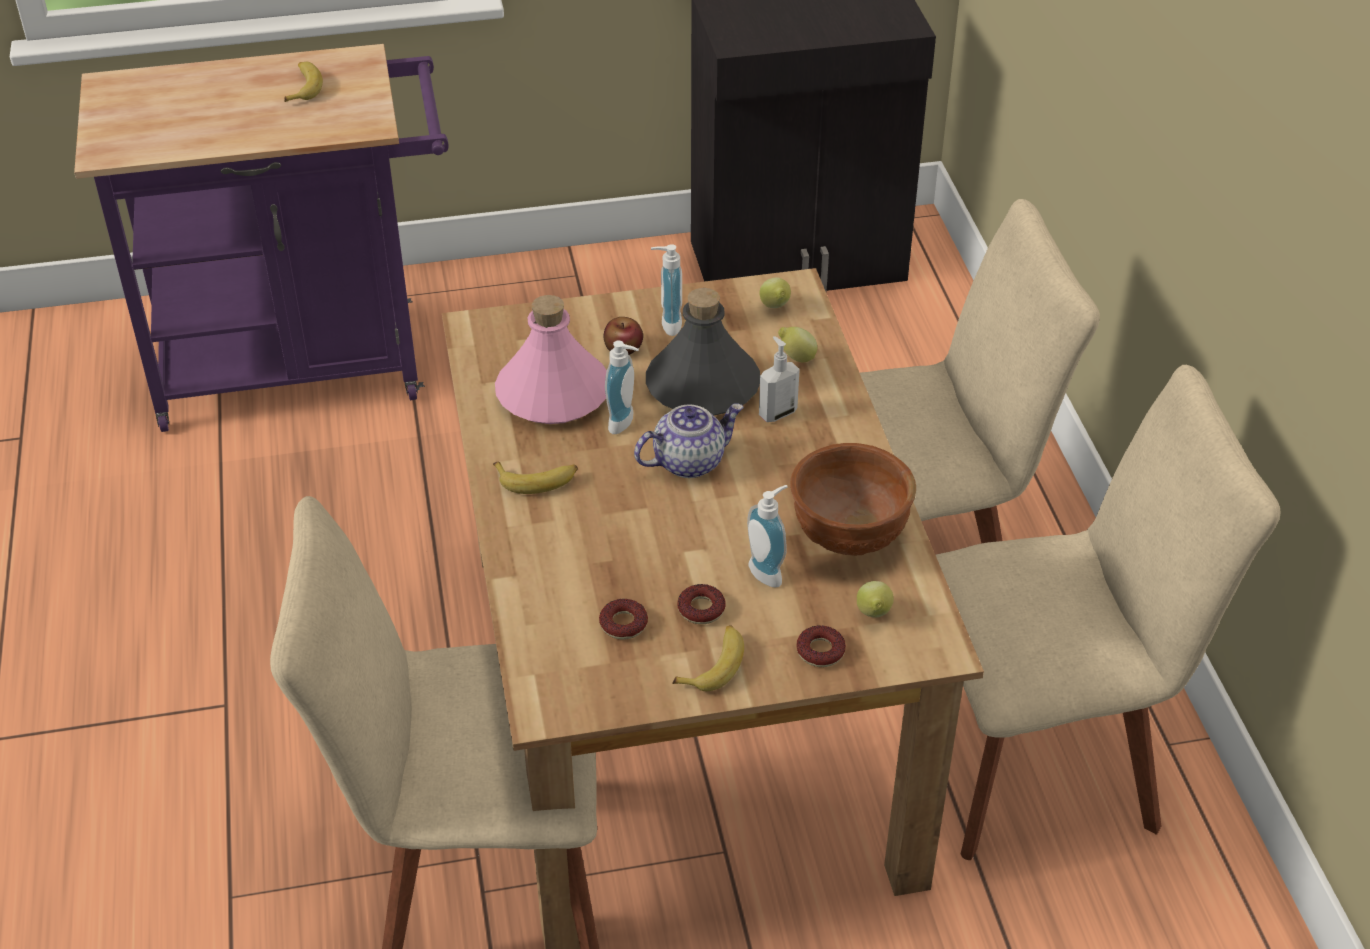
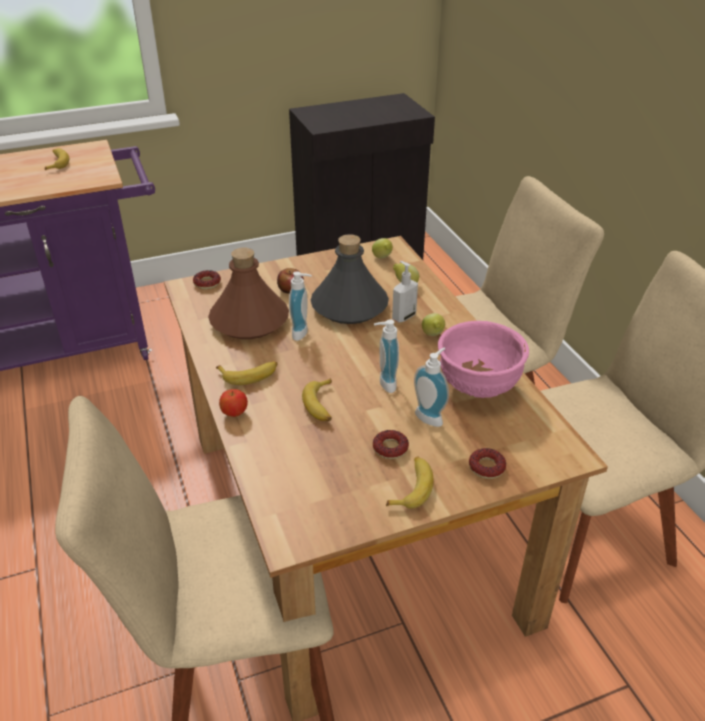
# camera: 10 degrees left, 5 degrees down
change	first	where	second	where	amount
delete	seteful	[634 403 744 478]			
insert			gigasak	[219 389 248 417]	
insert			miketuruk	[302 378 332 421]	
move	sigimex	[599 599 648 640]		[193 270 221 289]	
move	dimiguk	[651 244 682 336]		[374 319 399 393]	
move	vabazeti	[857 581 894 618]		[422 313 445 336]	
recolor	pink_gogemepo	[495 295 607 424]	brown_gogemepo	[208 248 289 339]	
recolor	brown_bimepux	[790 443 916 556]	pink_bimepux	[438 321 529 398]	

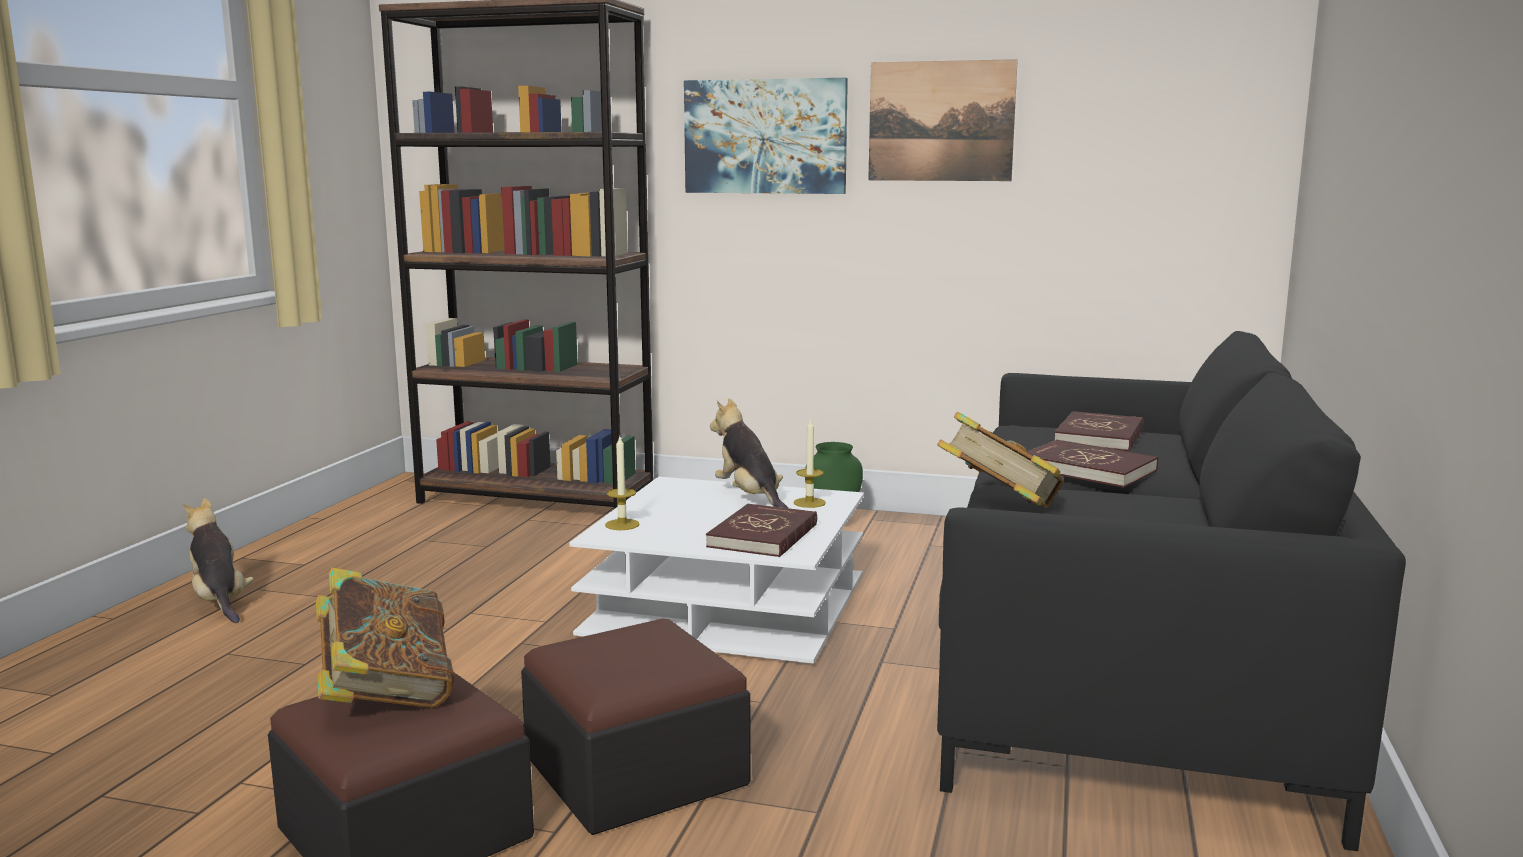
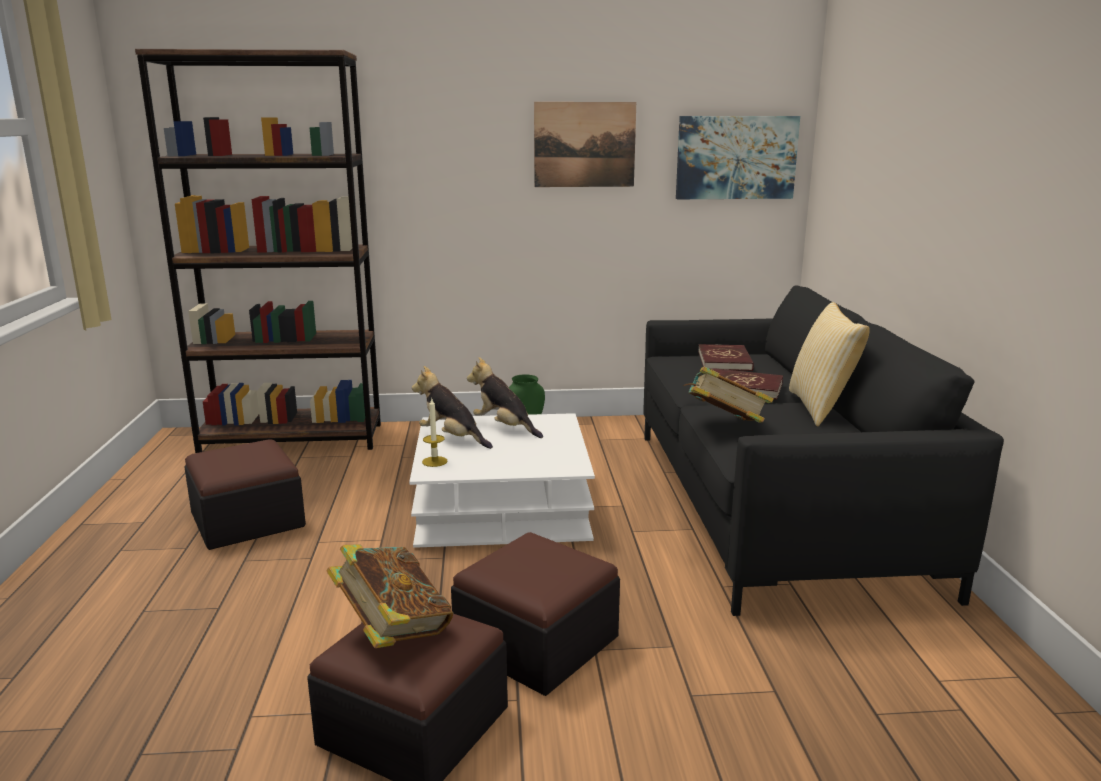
# camera: 20 degrees left, 5 degrees up
change	first	where	second	where	amount
delete	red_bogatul	[706 504 817 557]			
delete	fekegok	[794 418 826 508]			
insert			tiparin	[184 439 306 550]	
insert			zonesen	[789 302 870 427]	
move	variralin	[183 498 254 623]		[412 366 493 449]	
move	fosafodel	[684 78 848 194]		[676 116 800 199]	

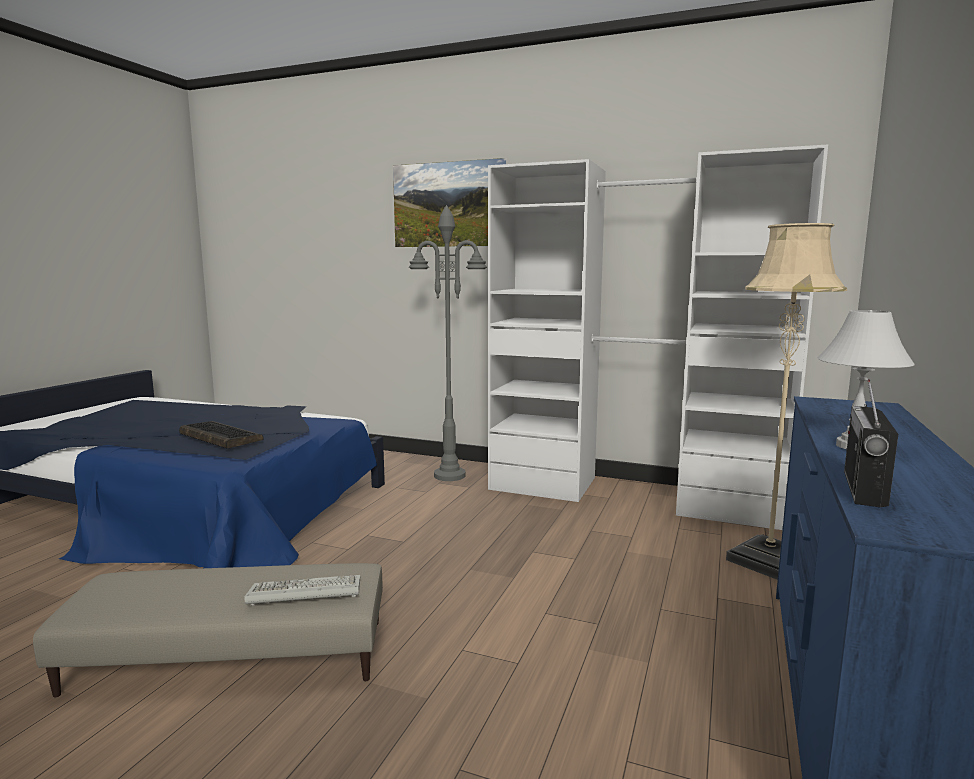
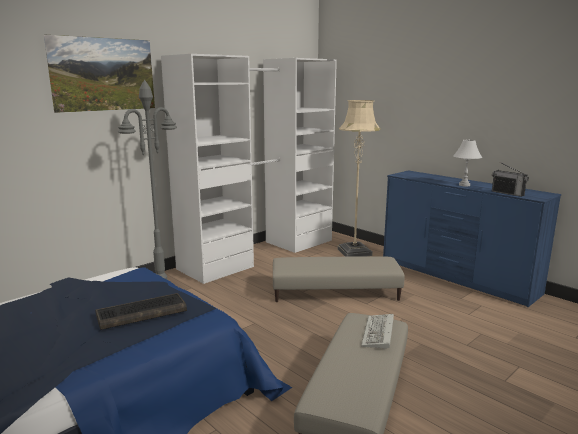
# camera: 65 degrees left, 5 degrees up
change	first	where	second	where	amount
insert			beige_tiparin	[273 256 405 302]	

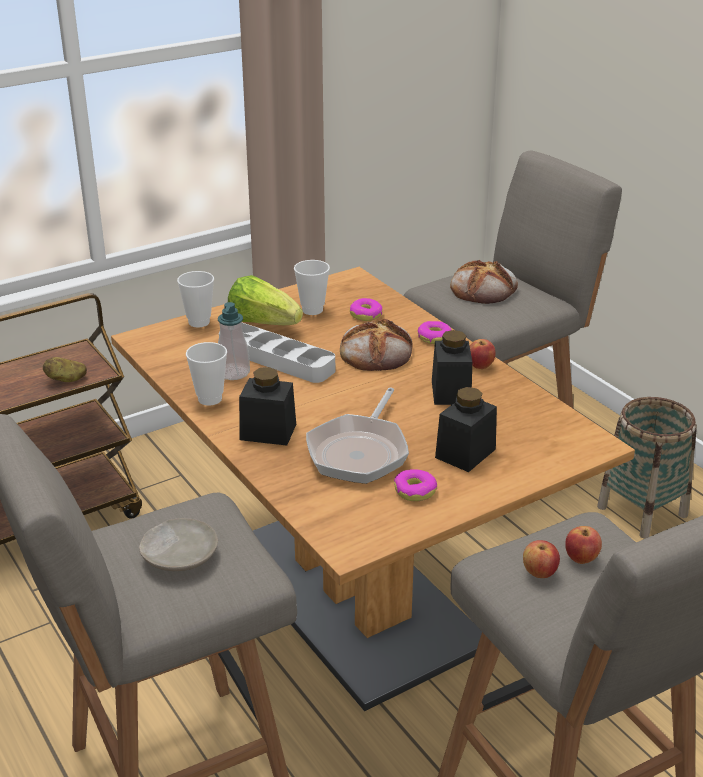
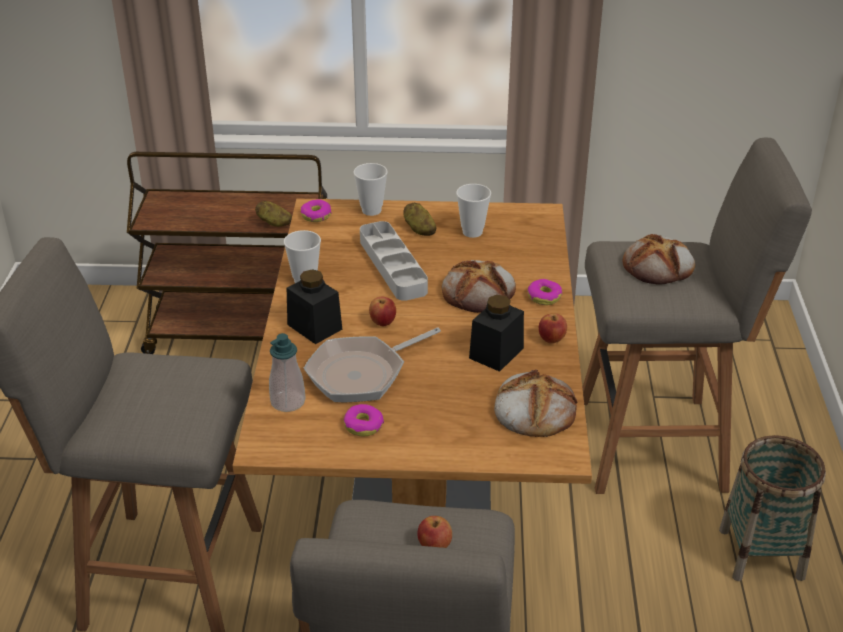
# camera: 35 degrees right, 5 degrees up
change	first	where	second	where	amount
delete	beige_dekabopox	[139 518 218 571]			
delete	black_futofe	[435 387 497 472]			
insert			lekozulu	[494 369 578 437]	
move	dimiguk	[218 302 250 380]		[269 333 306 412]	
move	sigimex	[350 298 383 321]		[301 199 332 222]	
move	gigasak	[523 540 560 578]		[369 297 396 326]	
replace	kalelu	[228 275 303 325]	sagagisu	[403 203 437 236]	

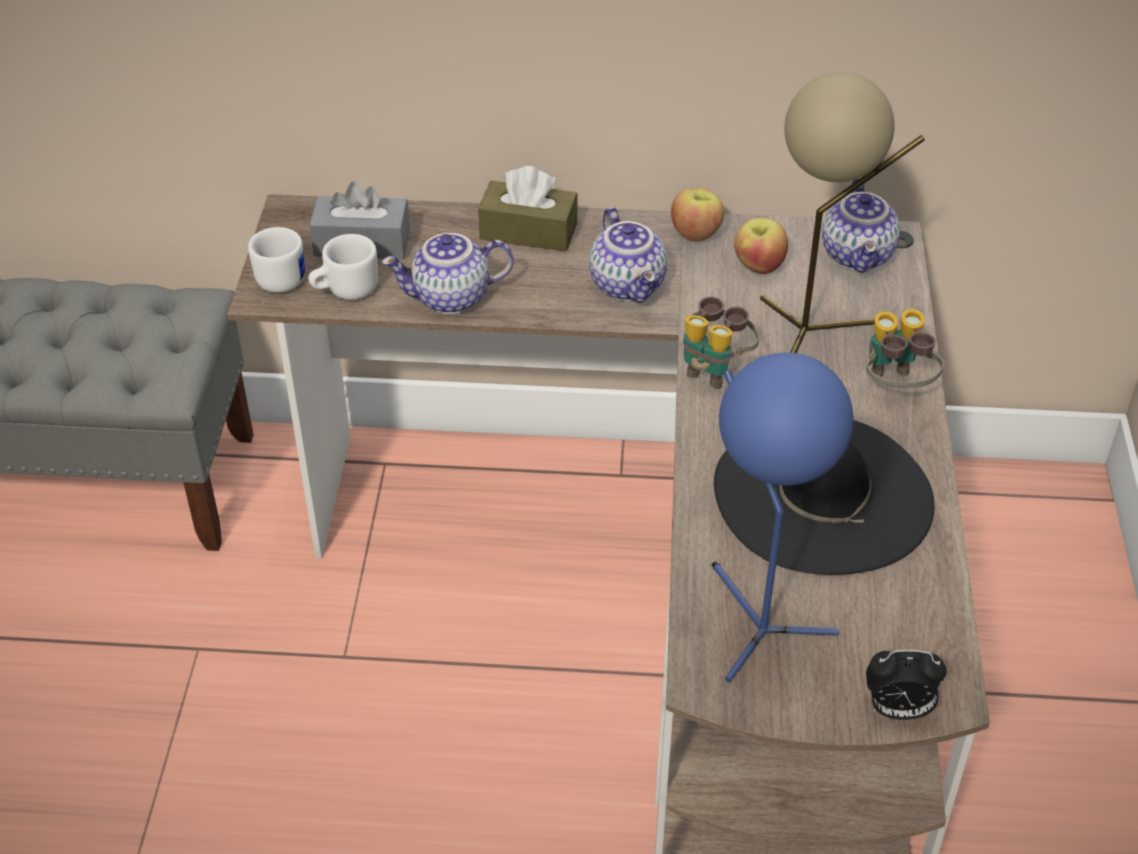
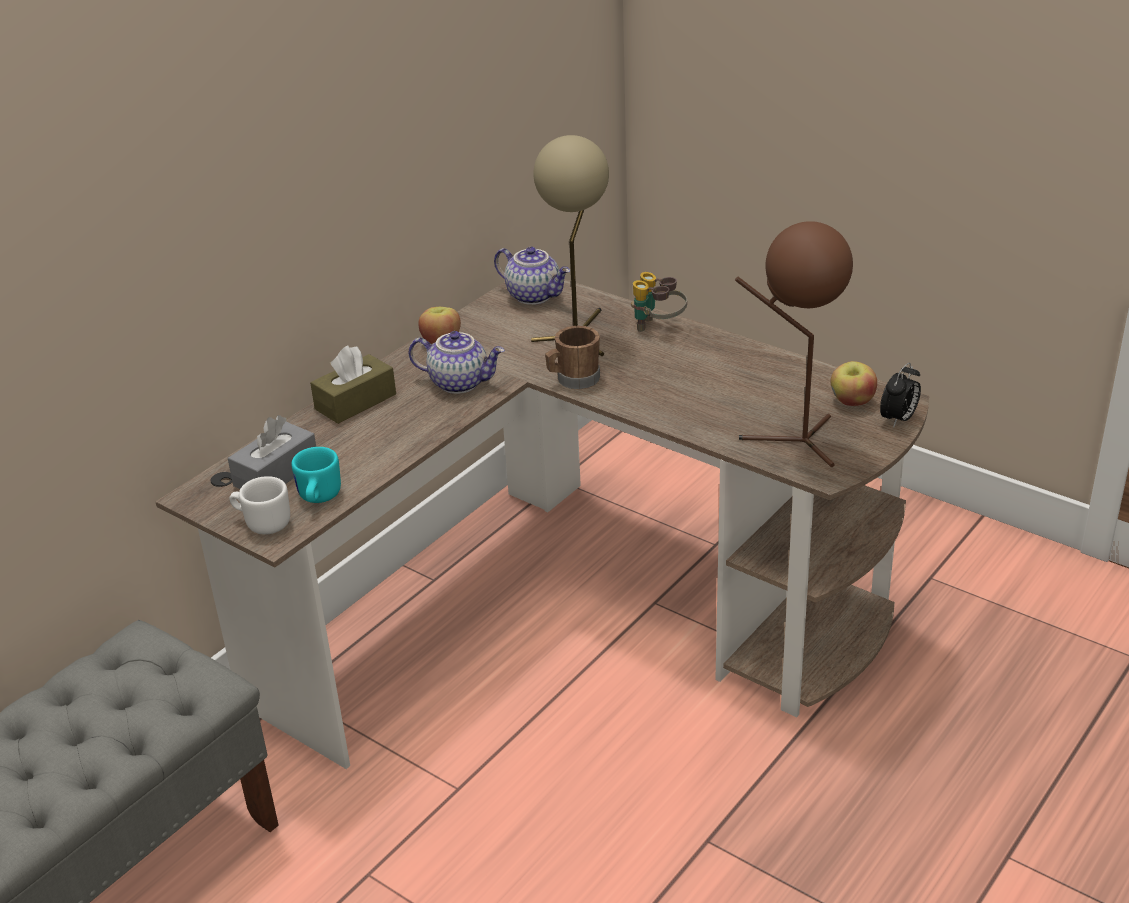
# camera: 55 degrees left, 10 degrees down
change	first	where	second	where	amount
delete	seteful	[382 233 514 314]			
delete	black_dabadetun	[714 420 935 575]			
move	gigasak	[734 218 788 274]		[831 361 877 406]	
replace	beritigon	[683 296 759 389]	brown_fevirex	[545 326 600 389]	
recolor	white_fevirex	[308 234 378 300]	turquoise_fevirex	[291 447 341 503]	
recolor	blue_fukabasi	[712 352 853 682]	brown_fukabasi	[735 221 853 467]	

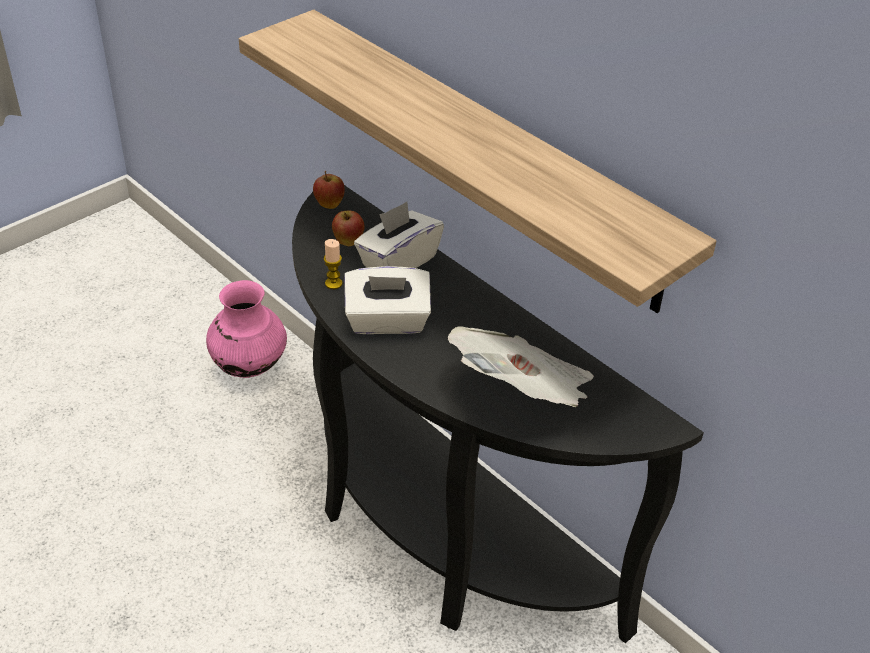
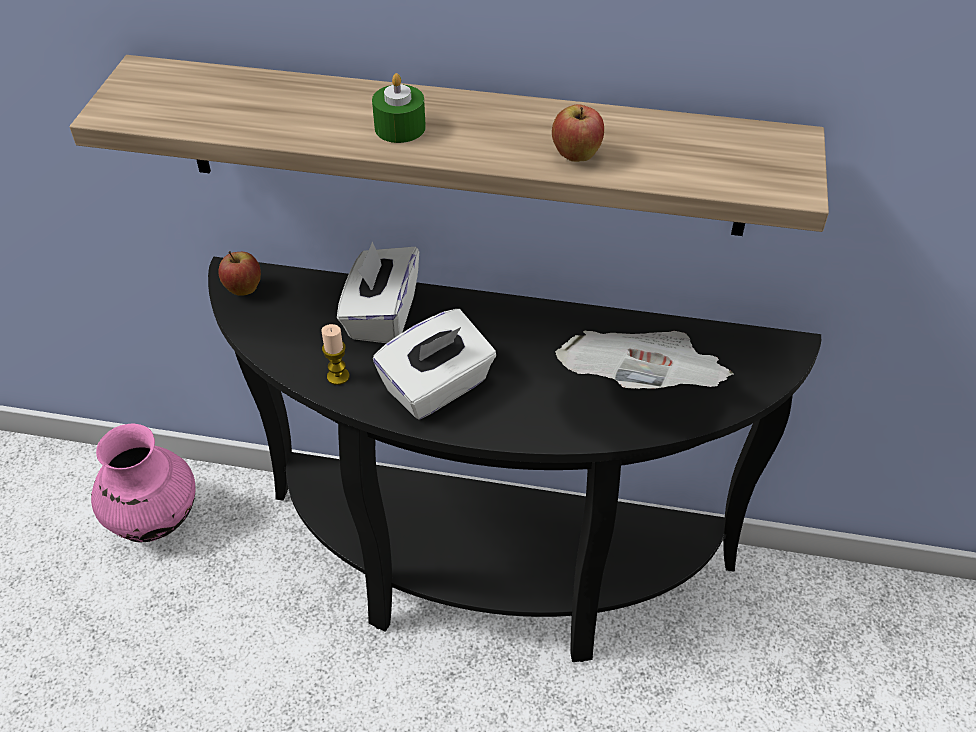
# camera: 35 degrees left, 5 degrees up
change	first	where	second	where	amount
insert			green_fekegok	[372 73 426 143]	
move	gigasak	[332 211 365 246]		[552 104 604 162]	

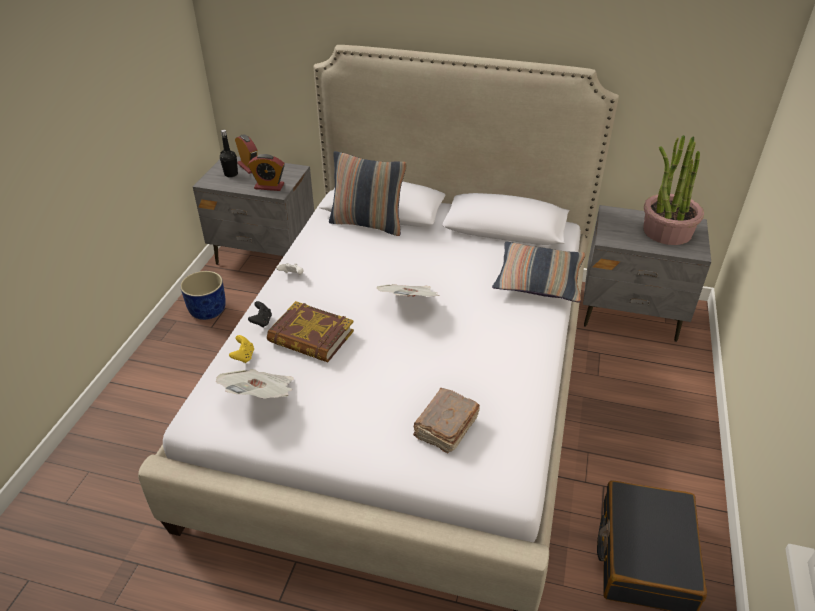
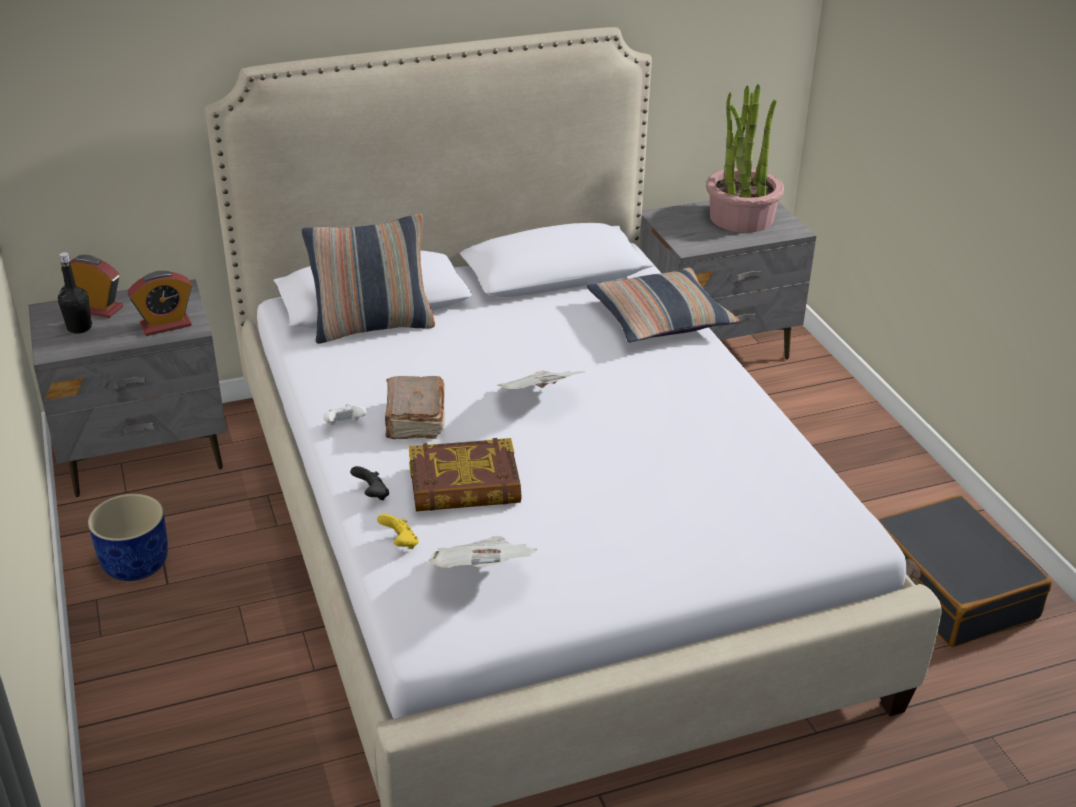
# camera: 35 degrees left, 5 degrees down
change	first	where	second	where	amount
move	brown_bogatul	[413 388 480 453]		[385 376 445 439]	

